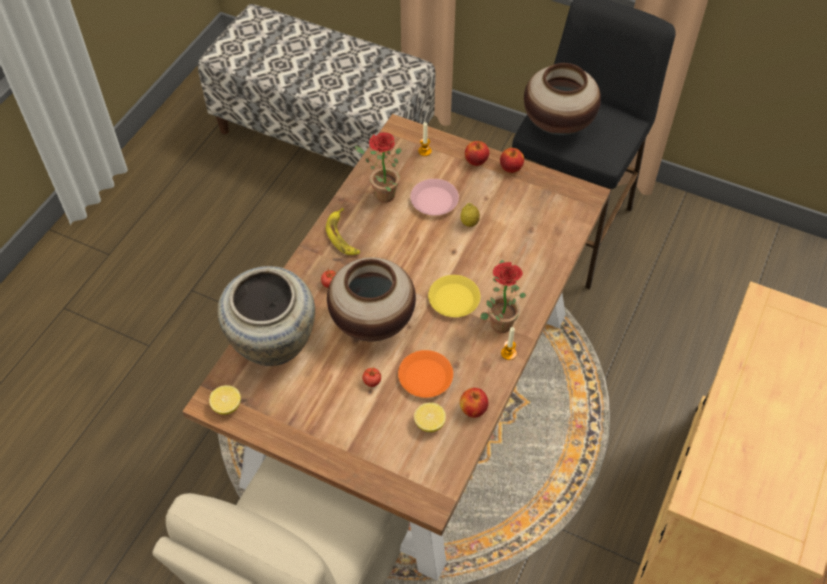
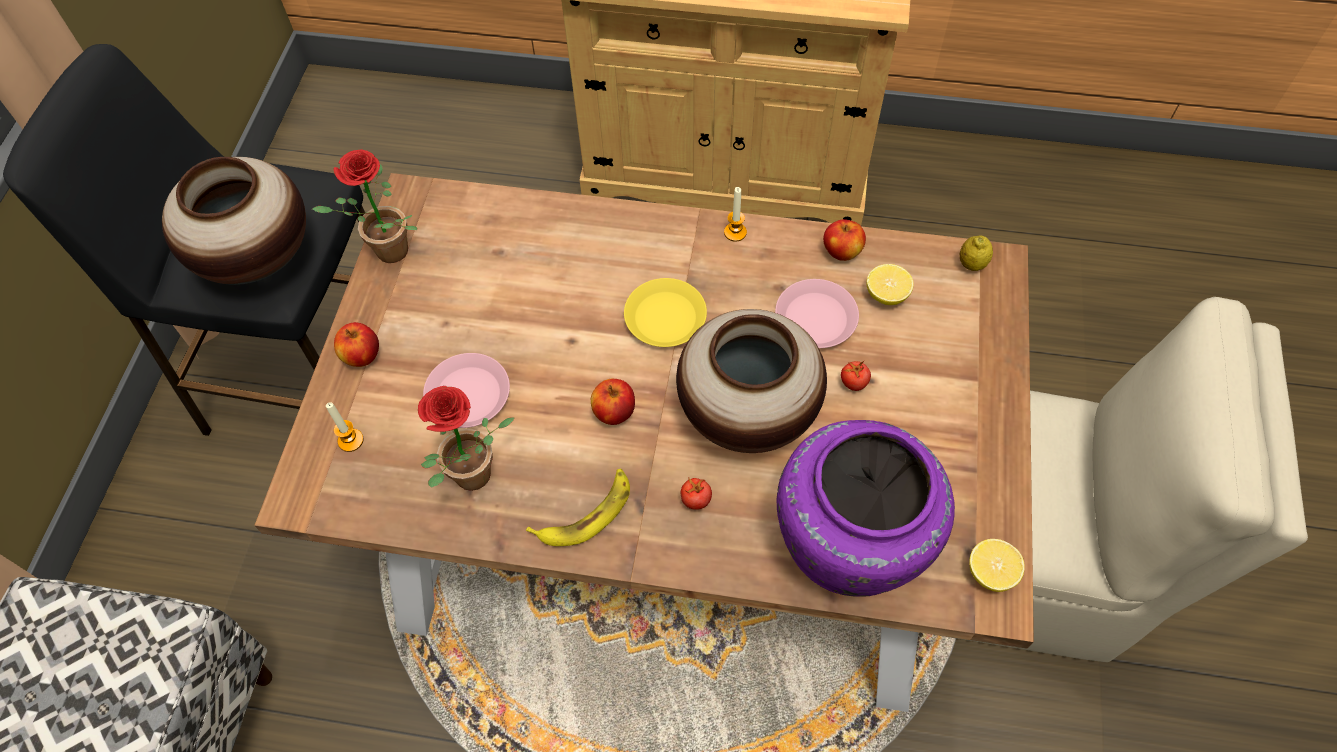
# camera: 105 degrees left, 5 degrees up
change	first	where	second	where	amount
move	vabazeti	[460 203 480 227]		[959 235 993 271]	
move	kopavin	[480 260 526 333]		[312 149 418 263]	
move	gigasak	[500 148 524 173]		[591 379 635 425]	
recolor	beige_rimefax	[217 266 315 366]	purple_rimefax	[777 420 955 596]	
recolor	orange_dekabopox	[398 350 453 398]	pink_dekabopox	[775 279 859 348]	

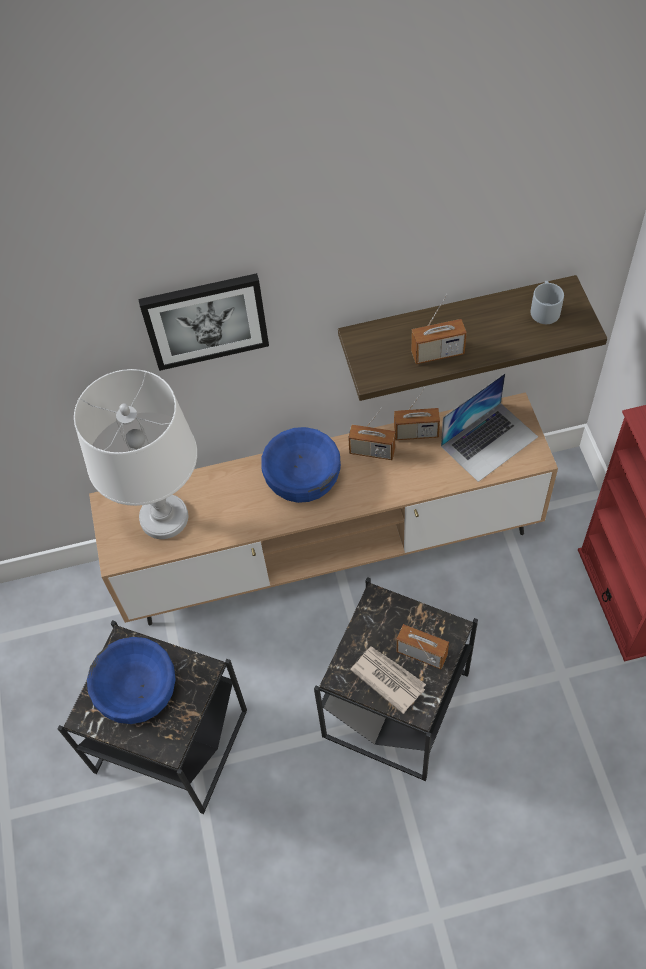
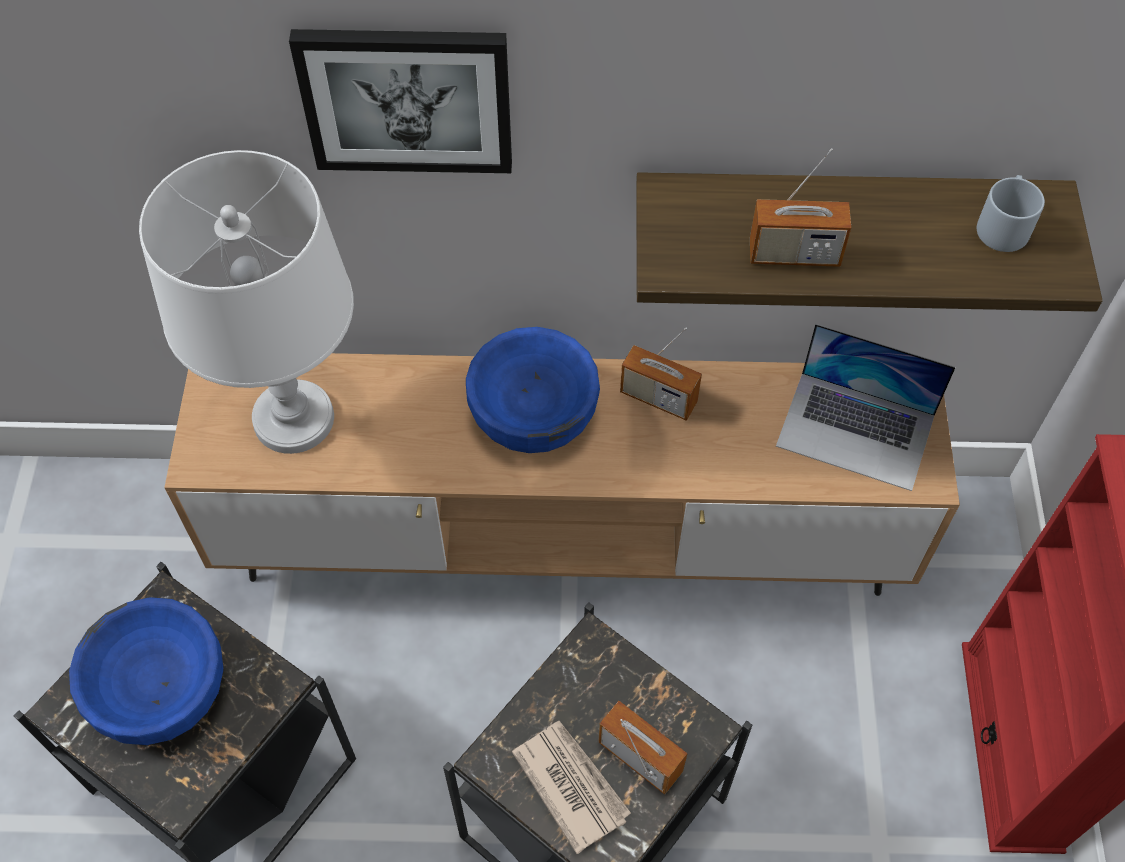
# camera: 10 degrees right, 0 degrees up
change	first	where	second	where	amount
delete	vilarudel	[394 387 440 440]			
rotate	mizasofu	[441 373 538 482]		[776 324 956 491]	45 degrees clockwise

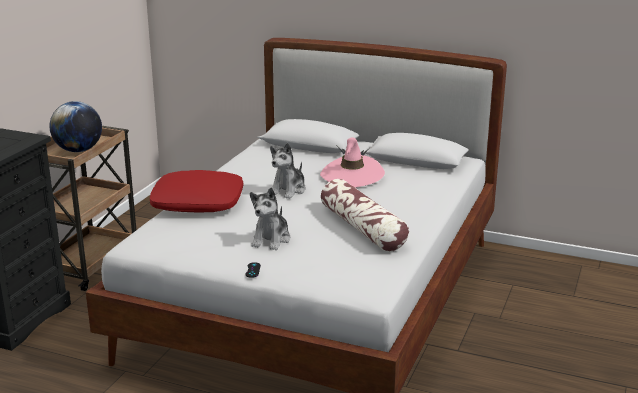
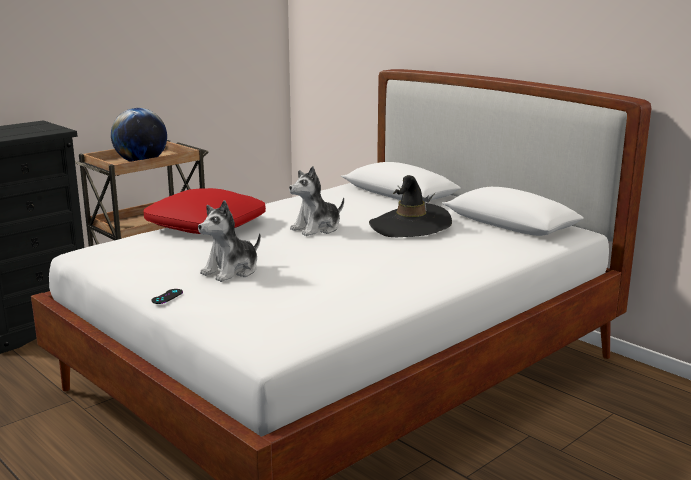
# camera: 25 degrees right, 5 degrees down
change	first	where	second	where	amount
delete	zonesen	[321 179 409 252]			
recolor	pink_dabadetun	[320 137 385 188]	black_dabadetun	[369 175 452 237]	

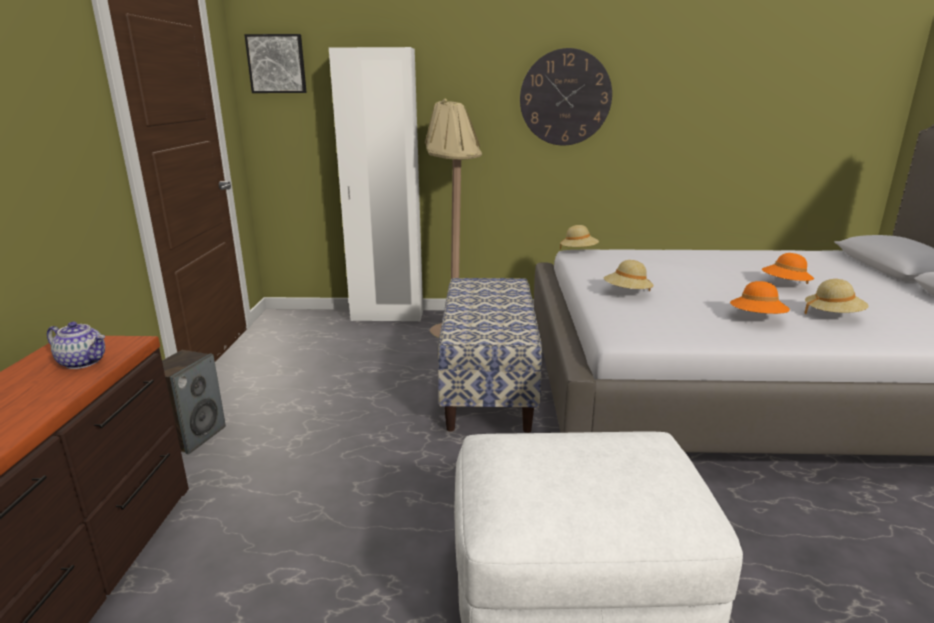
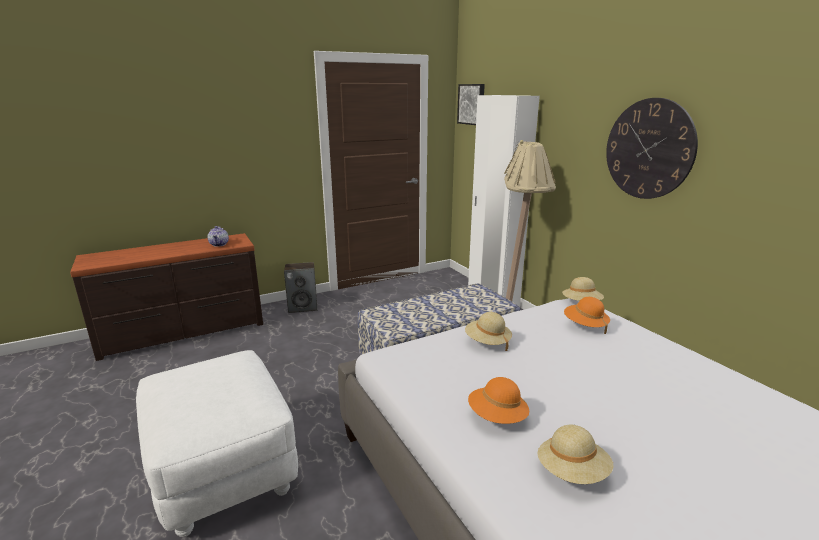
# camera: 60 degrees right, 0 degrees up
change	first	where	second	where	amount
move	orange_dabadetun	[762 253 814 284]		[564 297 610 334]	

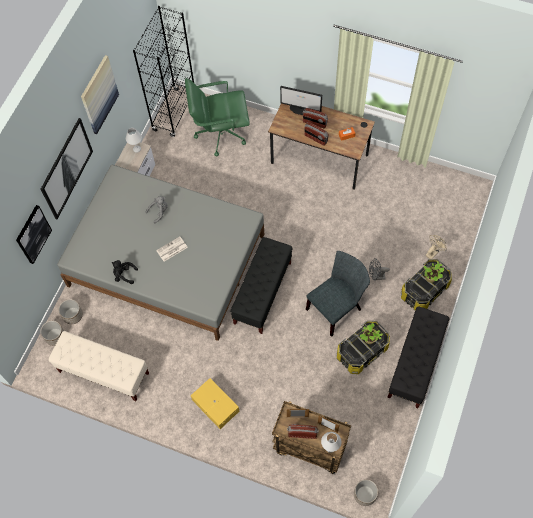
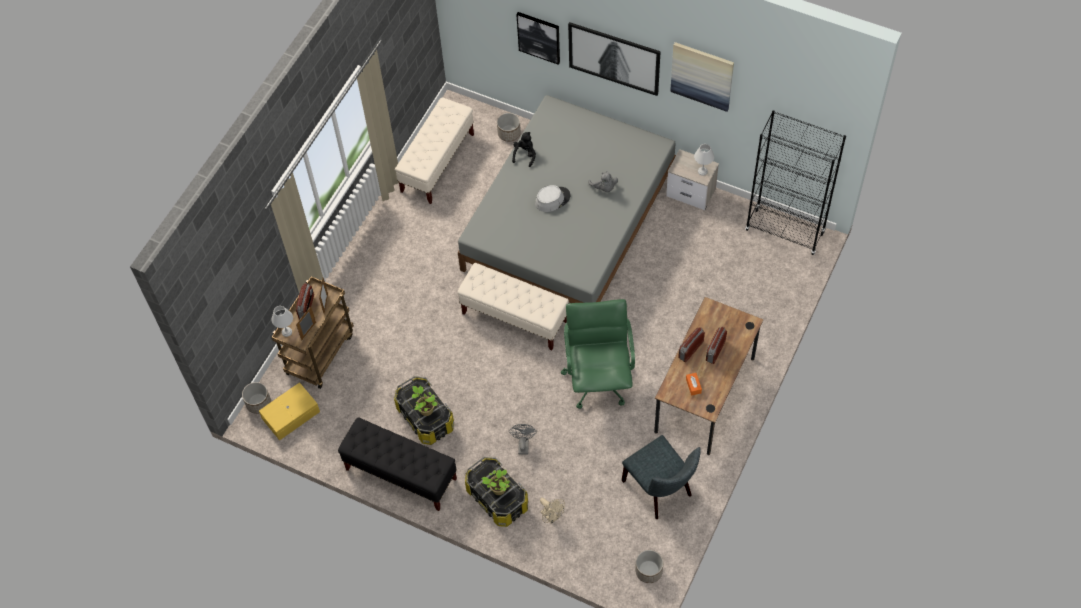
# camera: 95 degrees right, 5 degrees down
change	first	where	second	where	amount
delete	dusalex	[280 86 322 115]			
move	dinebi	[40 321 64 346]		[635 550 663 583]	
move	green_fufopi	[185 78 250 156]		[561 299 635 409]	
move	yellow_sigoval	[191 378 239 429]		[259 382 320 440]	
move	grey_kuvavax	[306 251 370 337]		[622 435 701 519]	
replace	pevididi	[156 237 188 261]	grey_dabadetun	[535 185 570 212]	
recolor	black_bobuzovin	[230 237 293 334]	beige_bobuzovin	[458 263 569 350]	

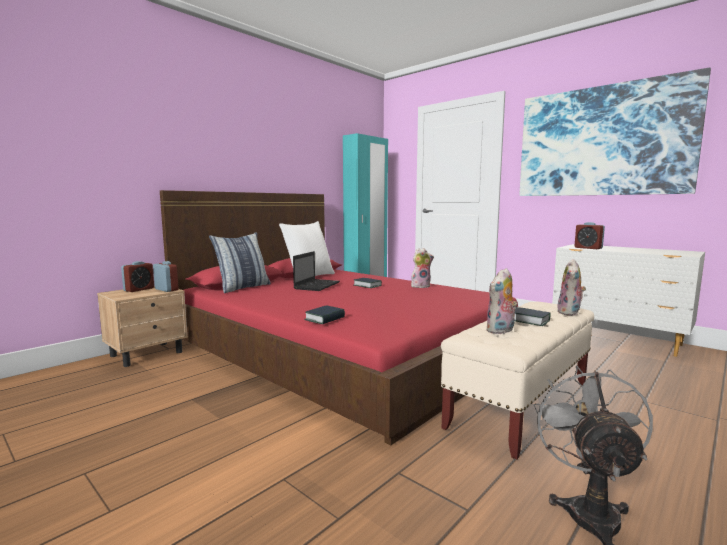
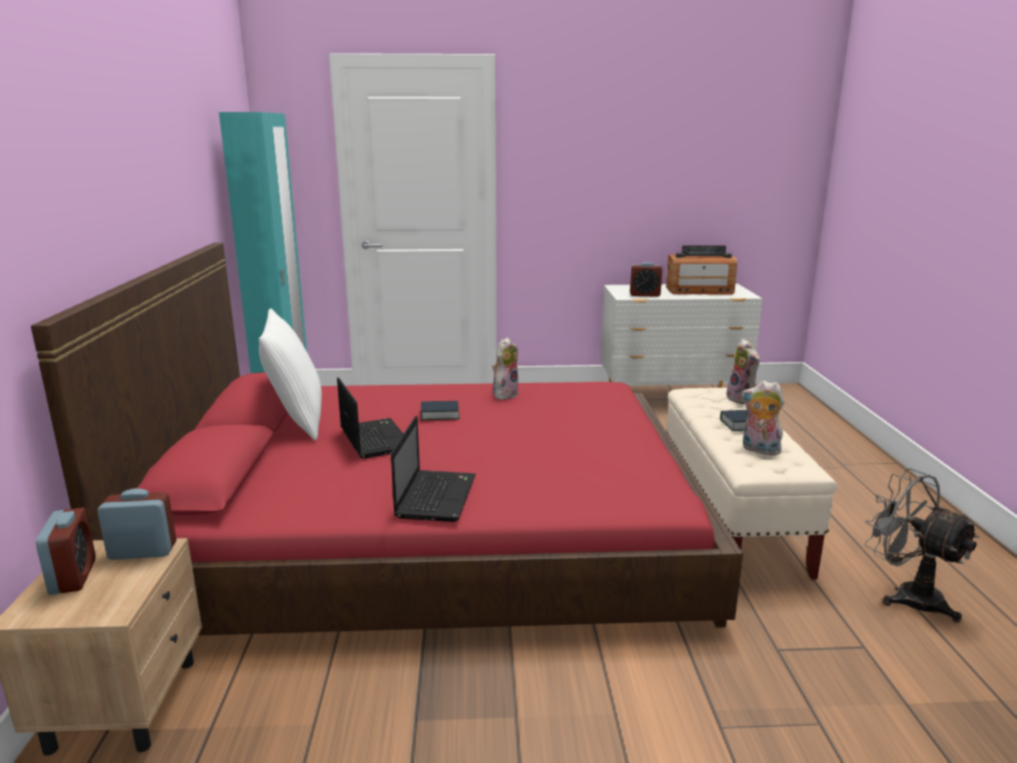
# camera: 45 degrees left, 10 degrees up
change	first	where	second	where	amount
delete	zonesen	[209 232 271 293]			
delete	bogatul	[304 305 345 324]			
delete	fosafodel	[519 68 711 196]			
insert			mizasofu	[391 416 476 522]	
insert			vilarudel	[666 245 737 294]	
rotate	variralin	[486 268 517 334]		[741 380 785 455]	120 degrees clockwise

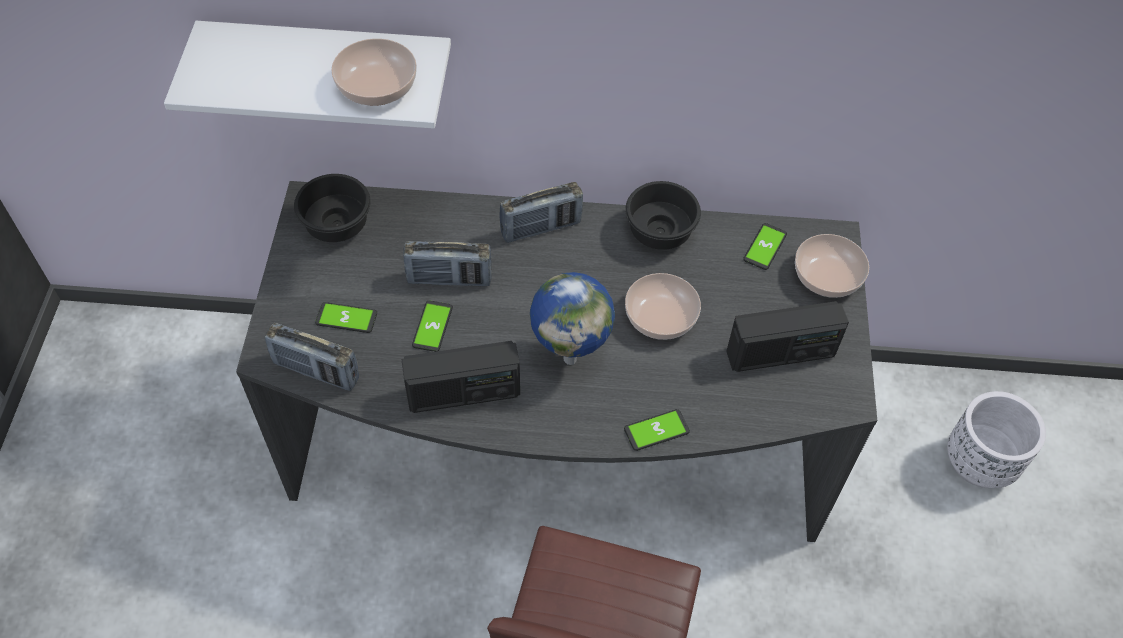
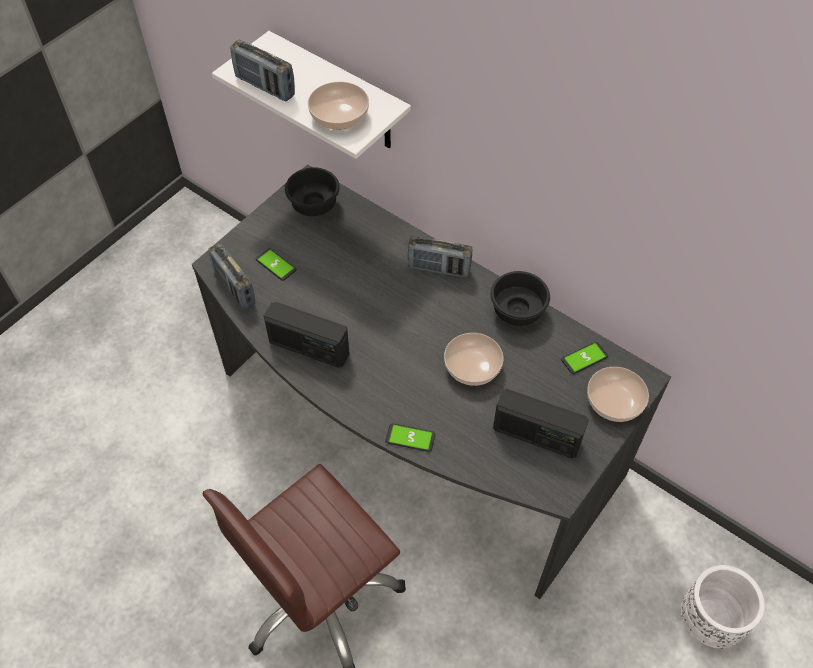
# camera: 35 degrees right, 0 degrees up
change	first	where	second	where	amount
delete	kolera	[412 300 453 352]			
delete	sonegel	[530 272 615 365]			
move	vilarudel	[403 241 492 287]		[230 40 295 101]	

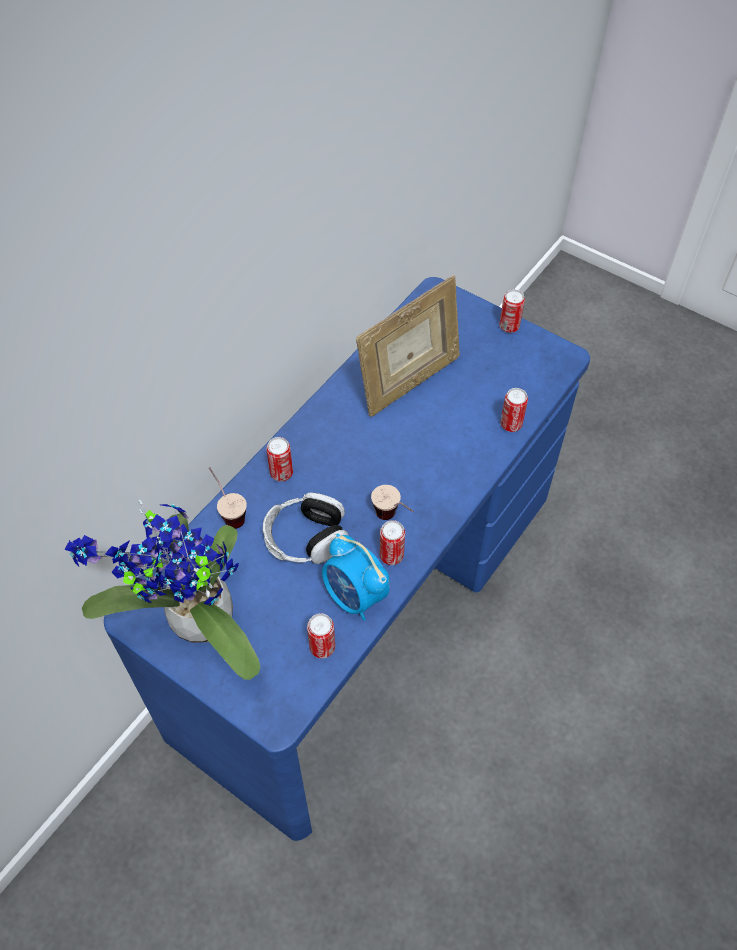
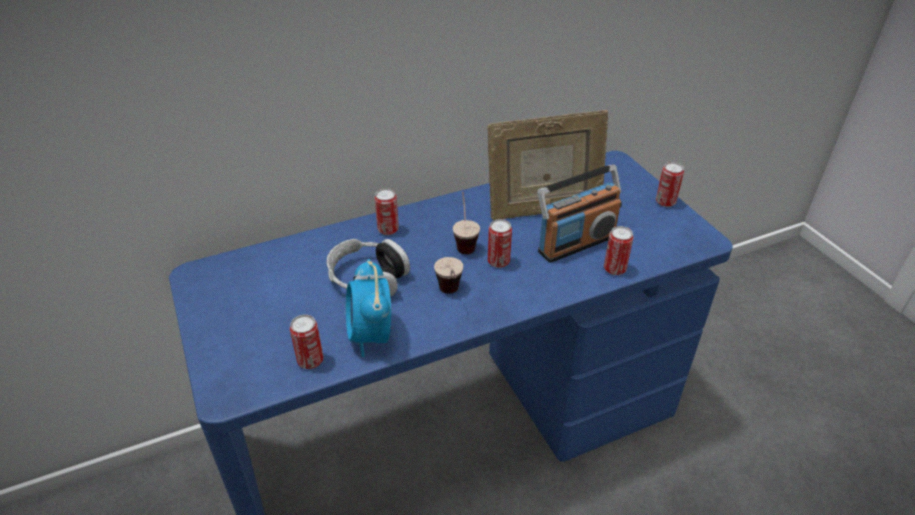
# camera: 30 degrees right, 15 degrees down
change	first	where	second	where	amount
delete	kopavin	[64 499 260 680]			
insert			vilarudel	[537 165 622 263]	
move	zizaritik	[209 467 247 529]		[453 192 480 254]	
move	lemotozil	[380 520 405 565]		[488 219 512 268]	

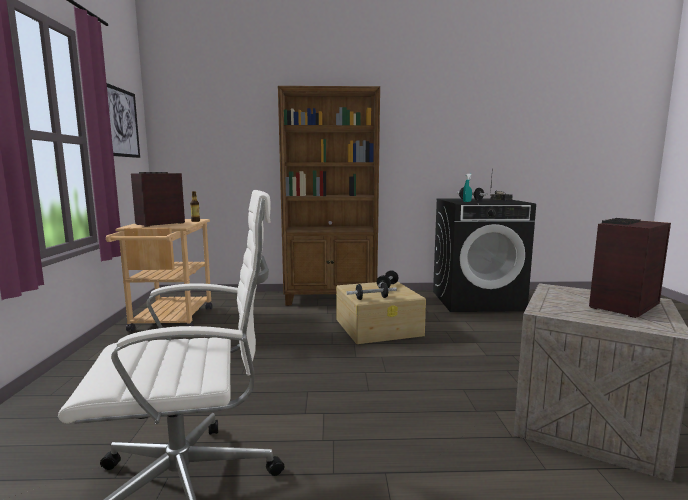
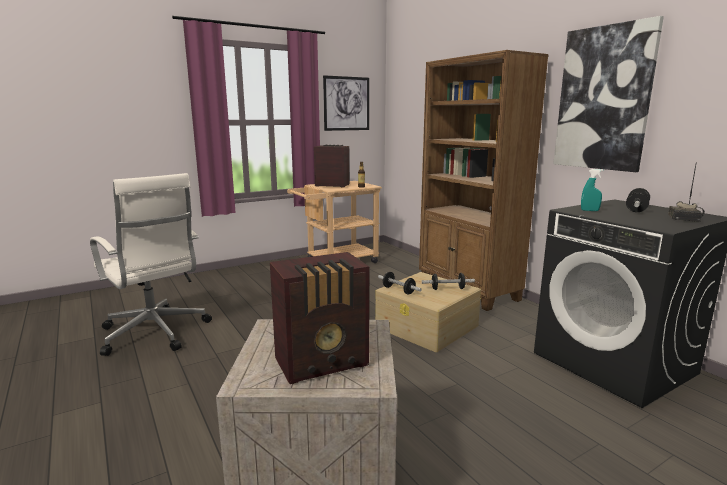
# camera: 60 degrees right, 5 degrees up
change	first	where	second	where	amount
insert			fosafodel	[553 16 664 172]	
rotate	vilarudel	[589 218 671 318]		[270 252 369 384]	135 degrees clockwise

